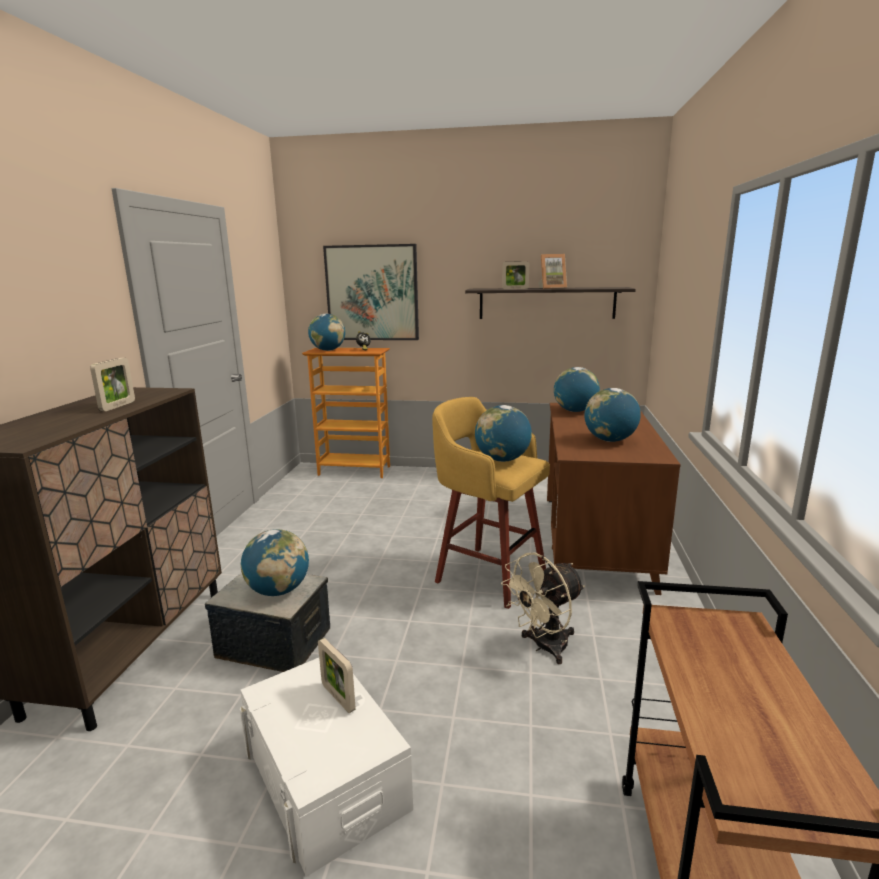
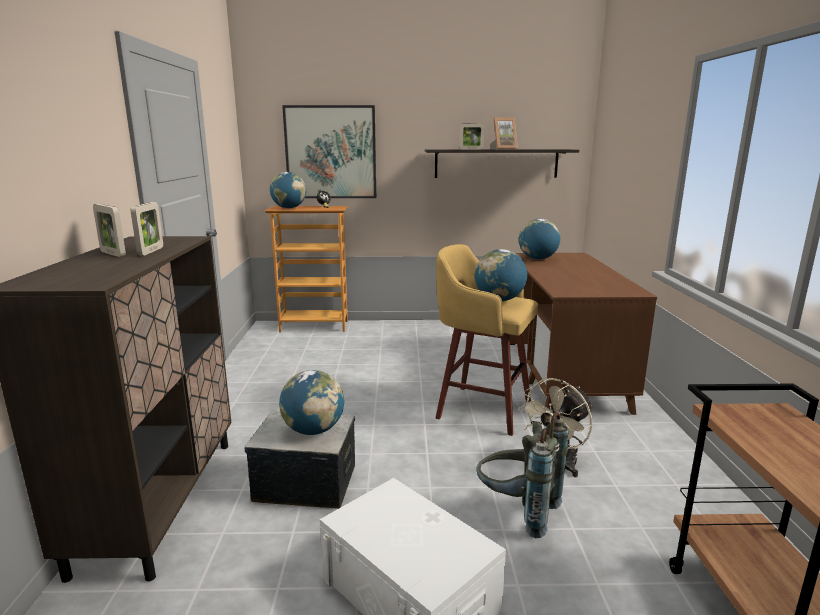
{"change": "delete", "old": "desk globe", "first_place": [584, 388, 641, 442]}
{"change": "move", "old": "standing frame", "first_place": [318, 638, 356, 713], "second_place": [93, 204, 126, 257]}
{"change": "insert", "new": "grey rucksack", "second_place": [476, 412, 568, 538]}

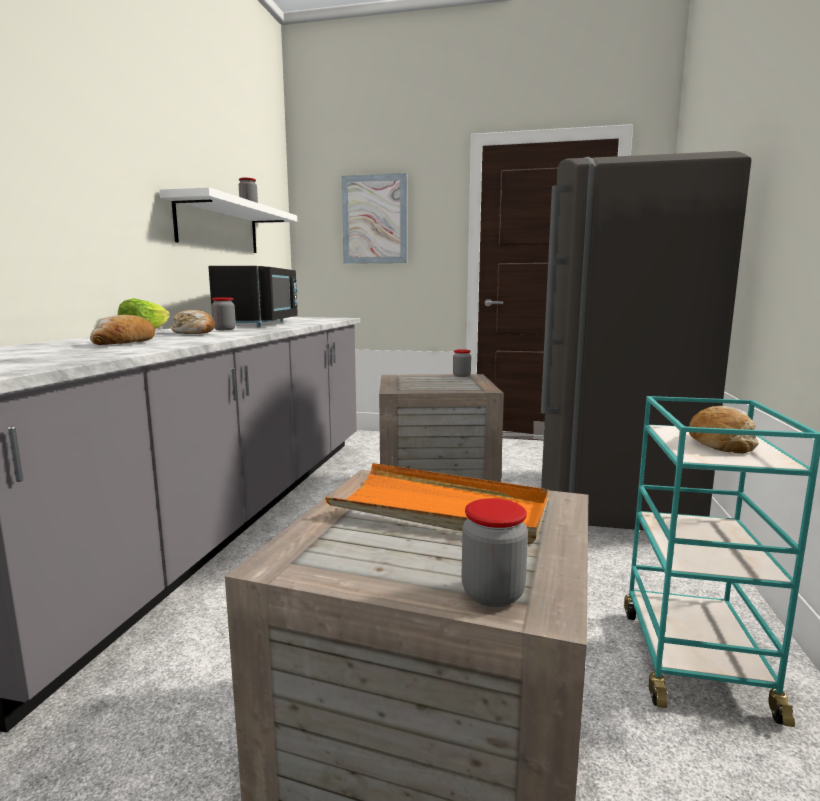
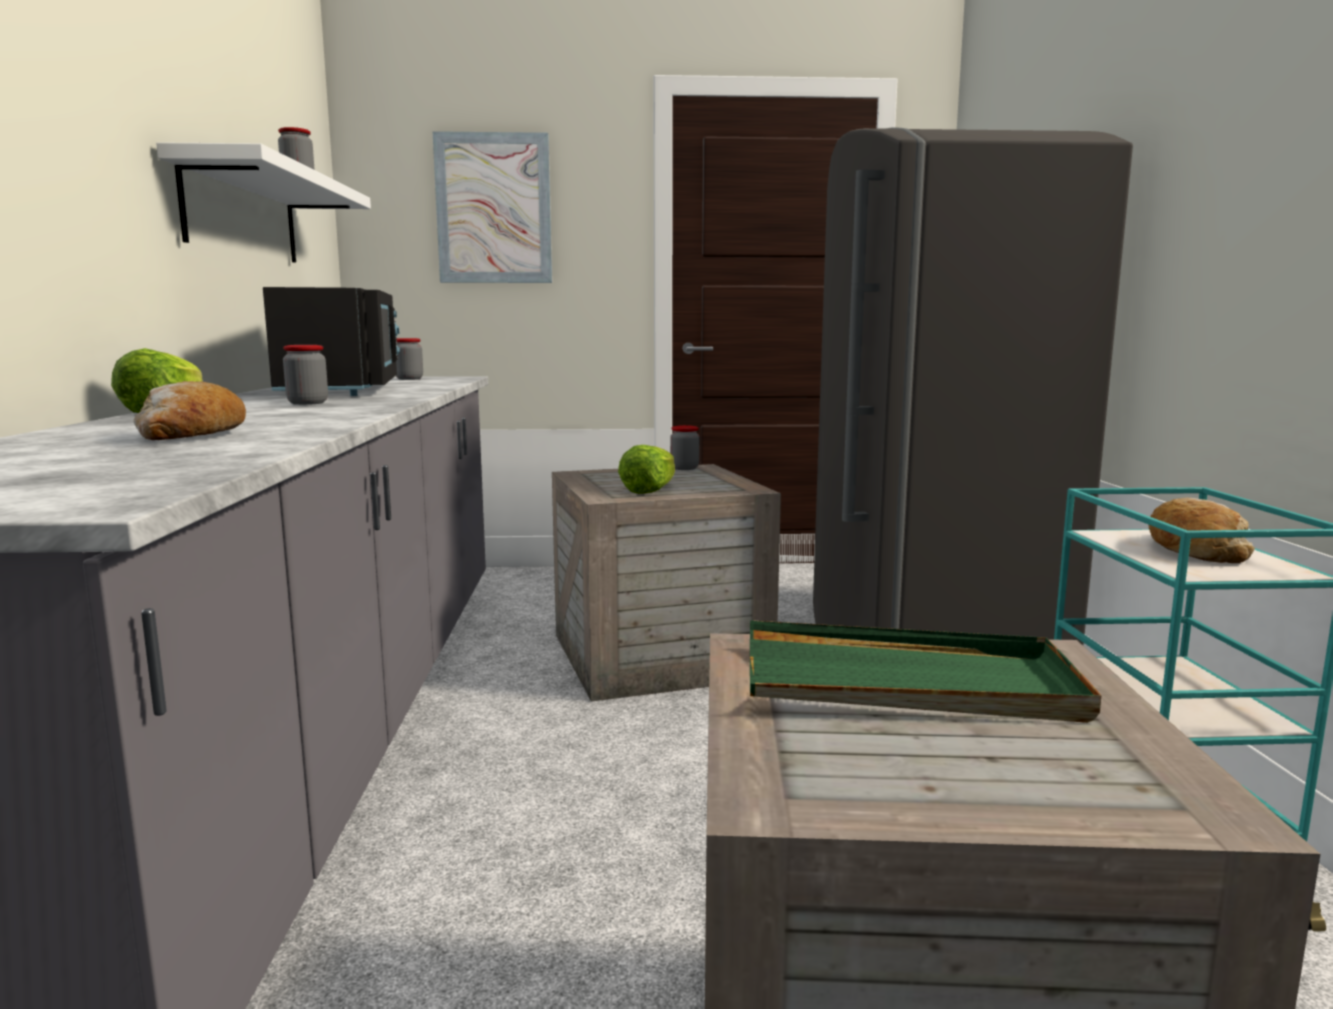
{"change": "delete", "old": "baked bread", "first_place": [171, 310, 215, 334]}
{"change": "recolor", "old": "orange-coloured carrying tray", "new": "green-coloured carrying tray", "first_place": [325, 463, 549, 545], "second_place": [750, 620, 1101, 723]}
{"change": "move", "old": "preserve jar", "first_place": [461, 498, 528, 607], "second_place": [396, 338, 423, 380]}
{"change": "insert", "new": "lettuce", "second_place": [618, 445, 675, 494]}

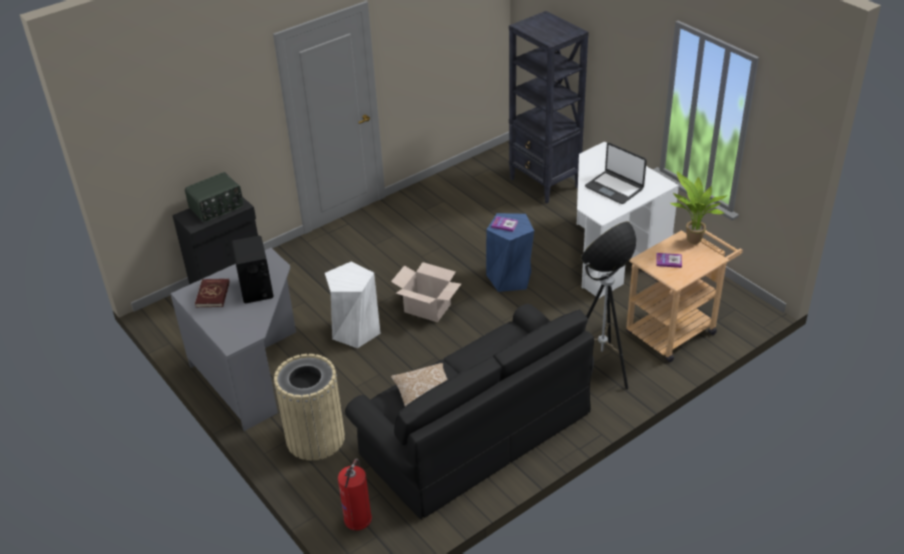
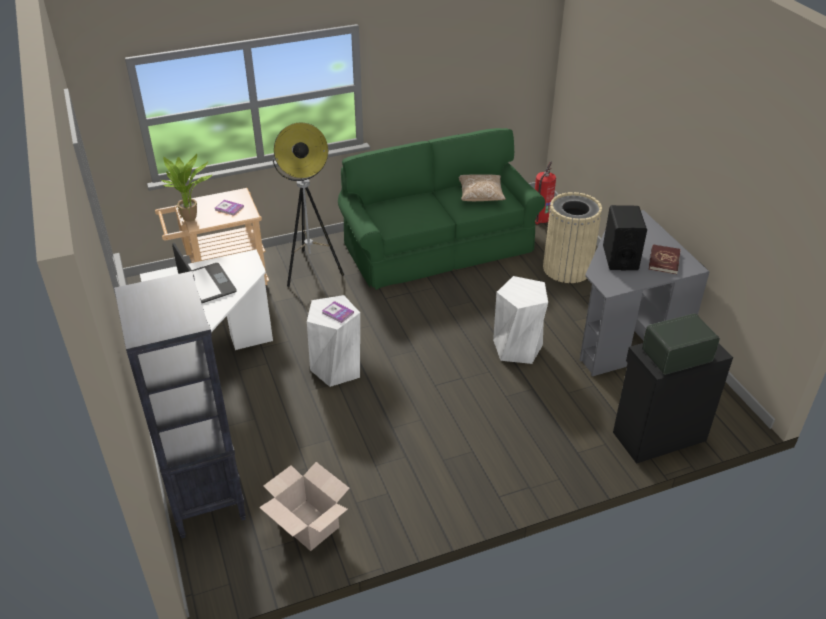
{"change": "recolor", "old": "blue sitting stool", "new": "white-coloured sitting stool", "first_place": [486, 213, 534, 292], "second_place": [307, 295, 360, 387]}
{"change": "move", "old": "packing box", "first_place": [391, 262, 461, 322], "second_place": [259, 462, 350, 551]}
{"change": "recolor", "old": "blackish sofa", "new": "green-coloured sofa", "first_place": [345, 304, 594, 519], "second_place": [338, 128, 545, 290]}

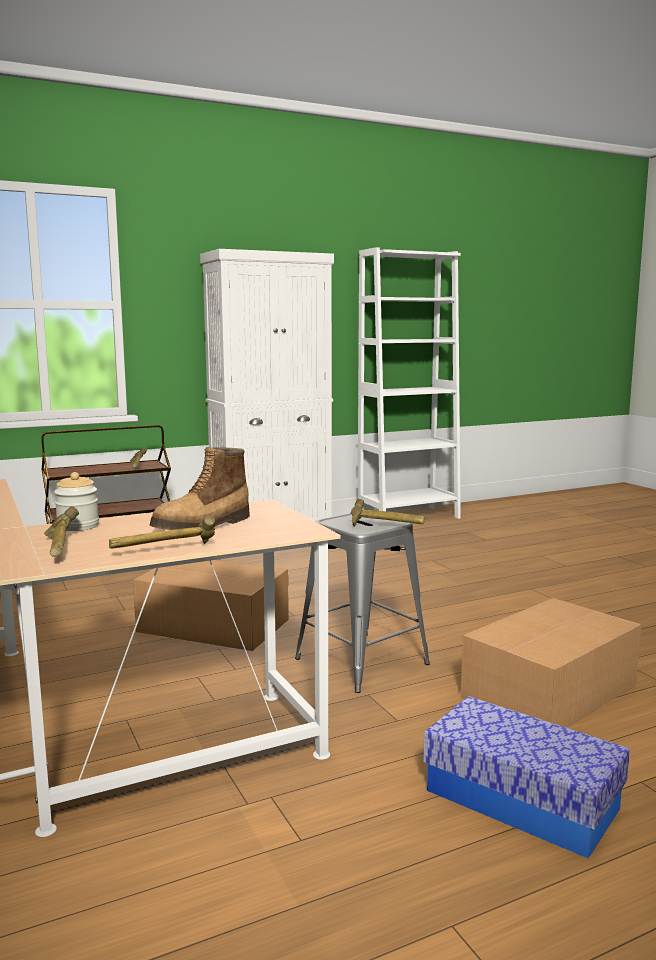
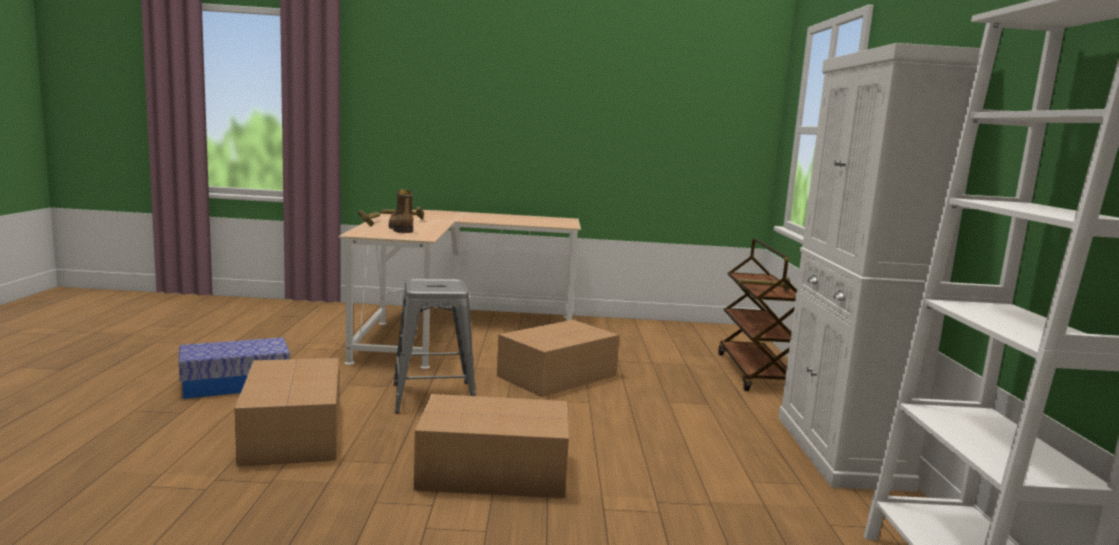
{"change": "delete", "old": "preserve jar", "first_place": [54, 472, 99, 531]}
{"change": "delete", "old": "hand hammer", "first_place": [350, 499, 425, 527]}
{"change": "insert", "new": "packing box", "second_place": [414, 394, 569, 498]}

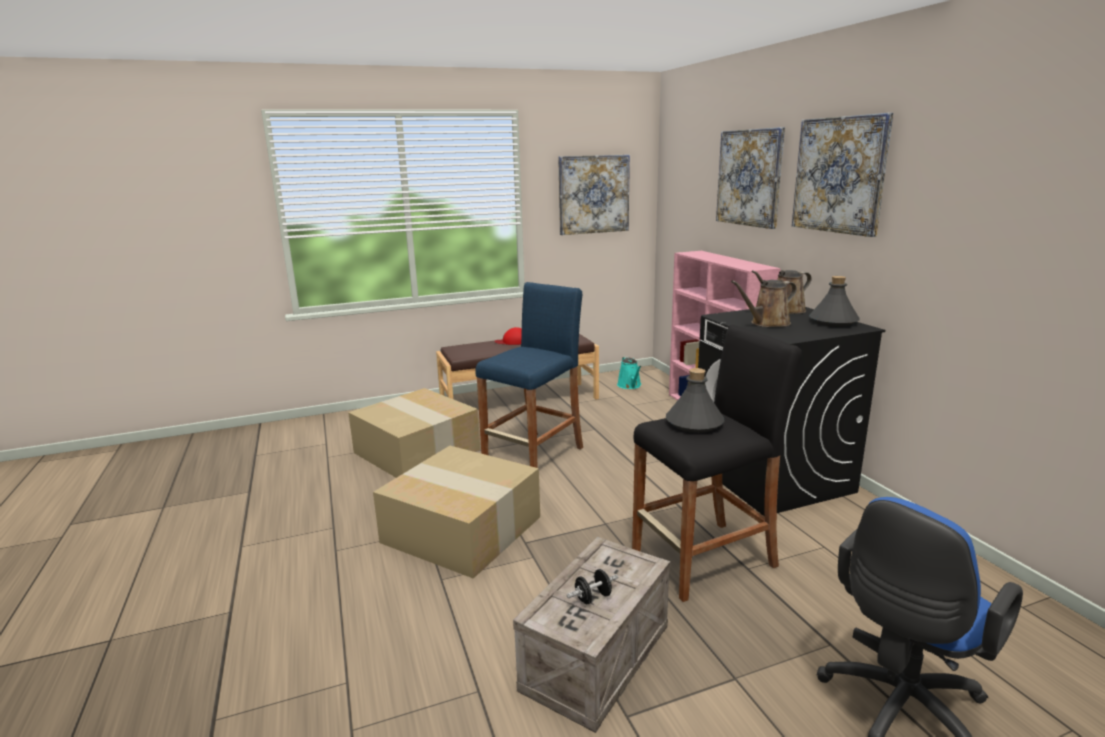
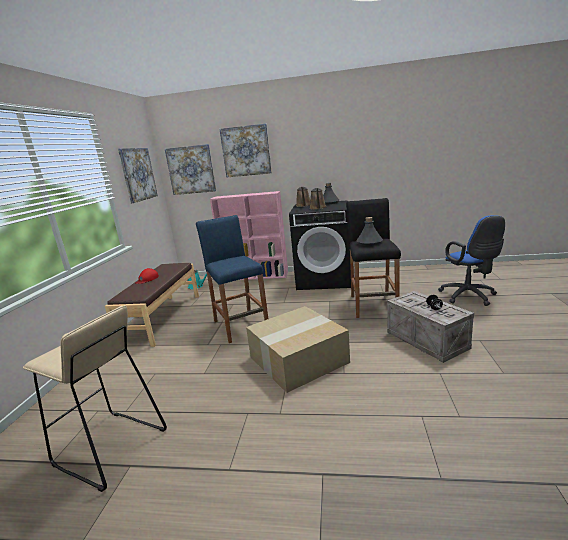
{"change": "move", "old": "wall art", "first_place": [792, 113, 894, 237], "second_place": [165, 144, 216, 195]}
{"change": "delete", "old": "packing box", "first_place": [348, 388, 480, 478]}
{"change": "insert", "new": "beige sitting stool", "second_place": [23, 305, 167, 492]}

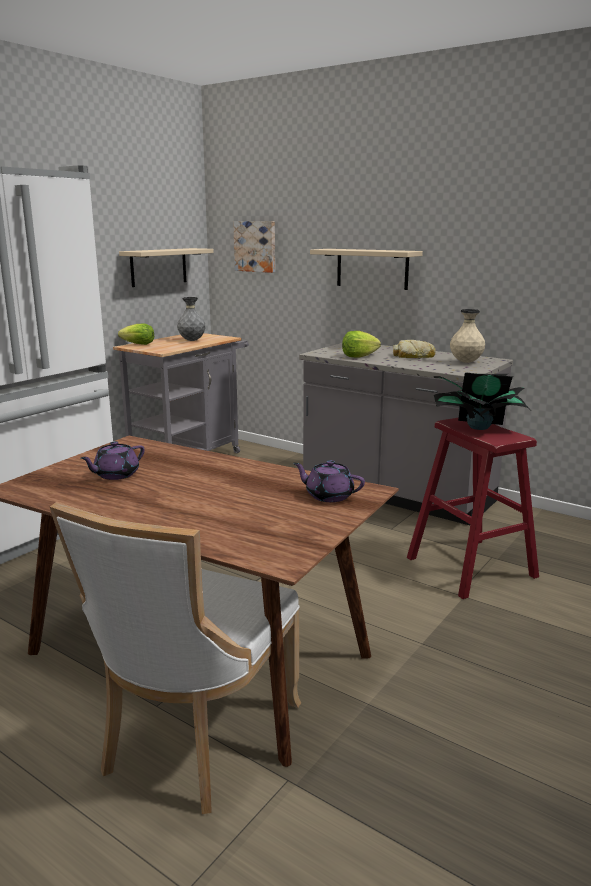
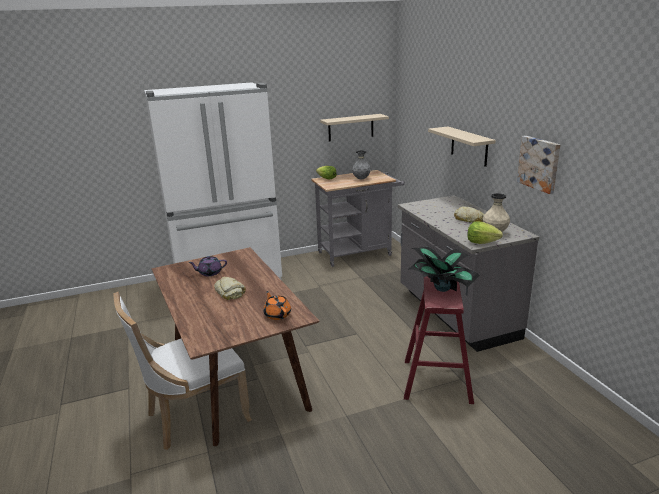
{"change": "move", "old": "wall art", "first_place": [233, 221, 275, 273], "second_place": [517, 136, 561, 194]}
{"change": "move", "old": "lettuce", "first_place": [342, 331, 381, 358], "second_place": [467, 221, 503, 244]}
{"change": "recolor", "old": "purple-coloured tea pot", "new": "orange-coloured tea pot", "first_place": [293, 460, 365, 502], "second_place": [263, 291, 291, 320]}
{"change": "insert", "new": "baked bread", "second_place": [214, 277, 246, 300]}

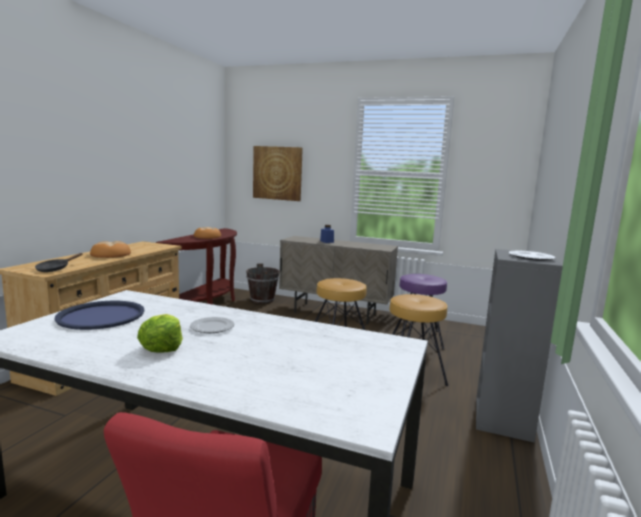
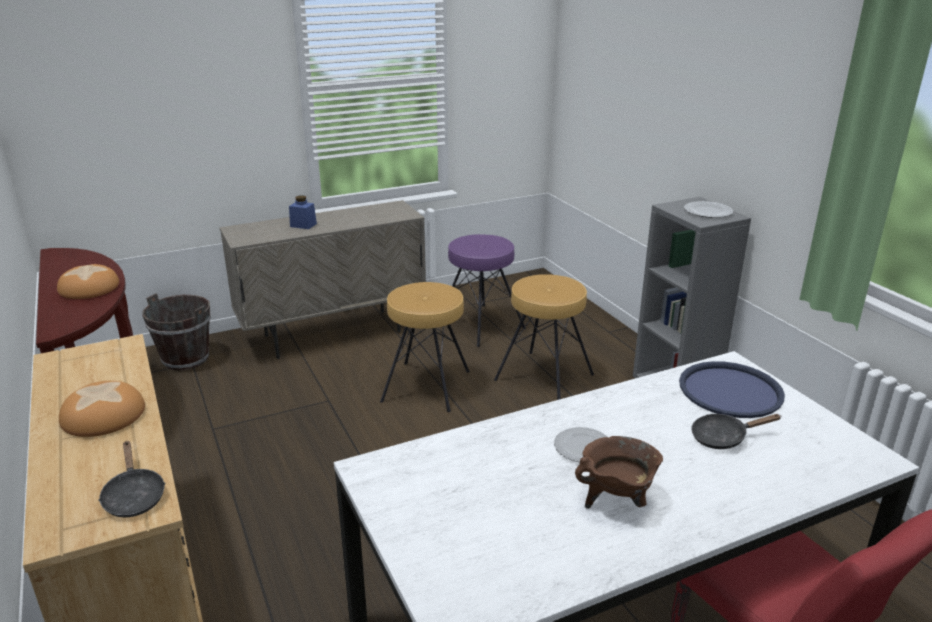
{"change": "delete", "old": "wall art", "first_place": [253, 146, 303, 201]}
{"change": "move", "old": "blue carrying tray", "first_place": [55, 301, 145, 330], "second_place": [679, 361, 785, 418]}
{"change": "replace", "old": "lettuce", "new": "brown saucepot", "first_place": [137, 314, 183, 353], "second_place": [575, 436, 663, 509]}
{"change": "insert", "new": "blackish pan", "second_place": [691, 414, 780, 449]}

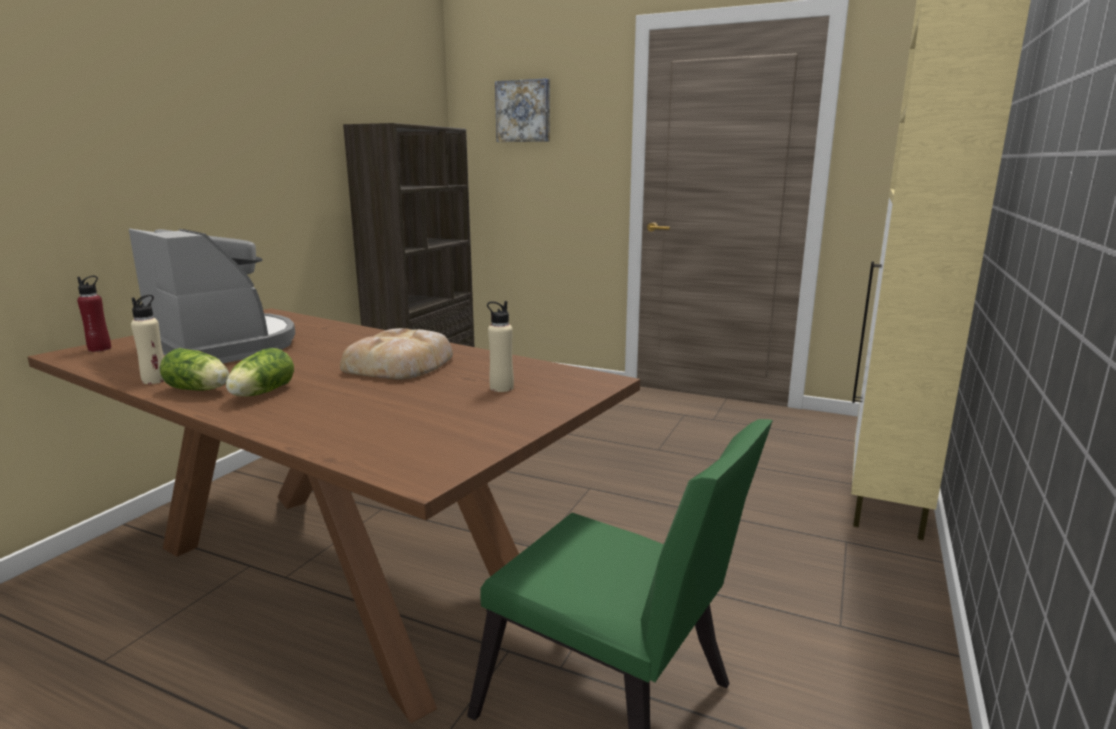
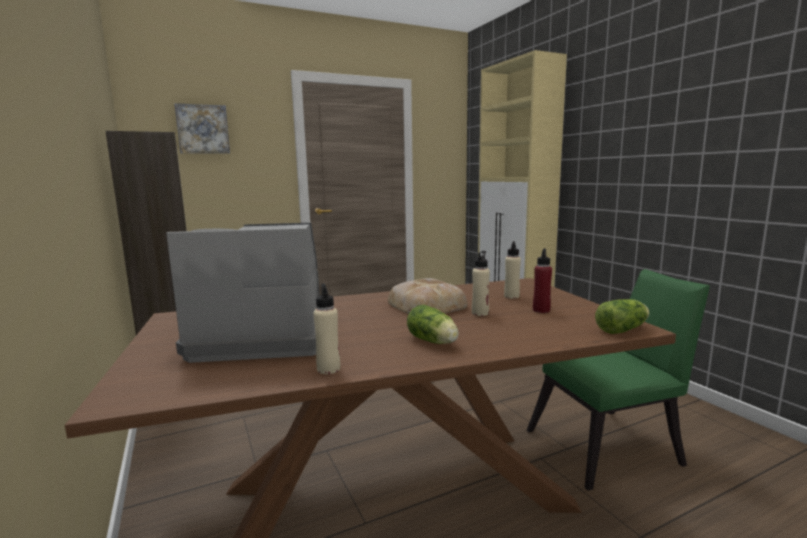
{"change": "move", "old": "red-coloured bottle", "first_place": [77, 276, 111, 352], "second_place": [533, 248, 552, 313]}
{"change": "move", "old": "lettuce", "first_place": [160, 348, 229, 391], "second_place": [595, 299, 649, 334]}
{"change": "insert", "new": "beige bottle", "second_place": [472, 251, 490, 316]}

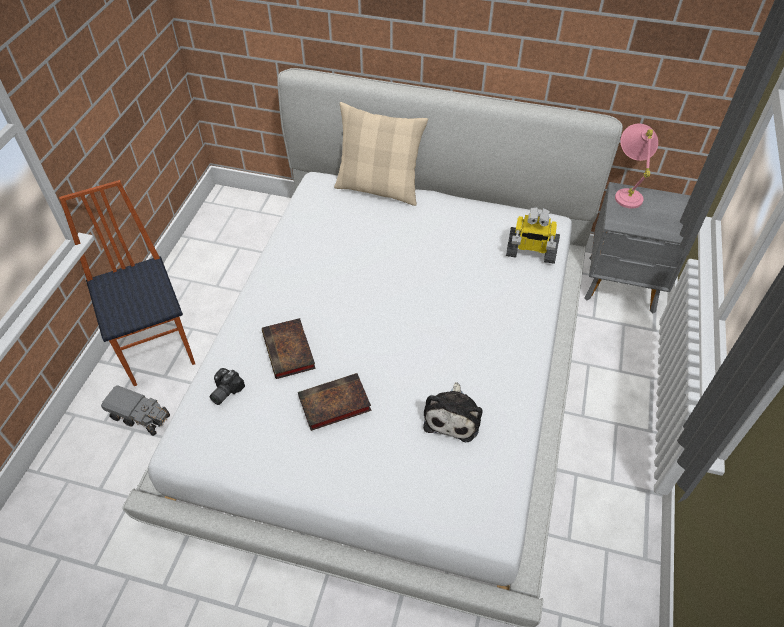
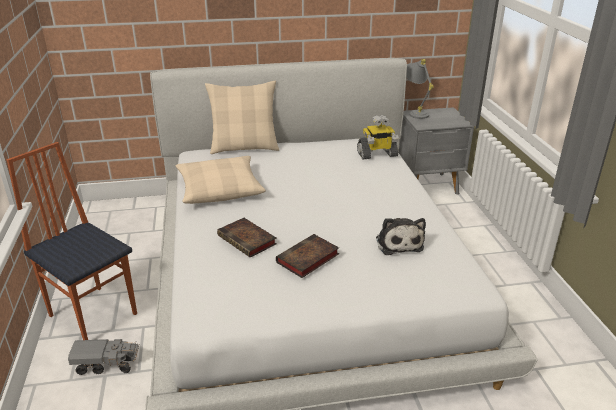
{"change": "recolor", "old": "pinkish table lamp", "new": "grey table lamp", "first_place": [615, 124, 658, 208], "second_place": [406, 59, 434, 119]}
{"change": "delete", "old": "photo camera", "first_place": [210, 368, 245, 405]}
{"change": "insert", "new": "beige throw pillow", "second_place": [176, 156, 266, 204]}

